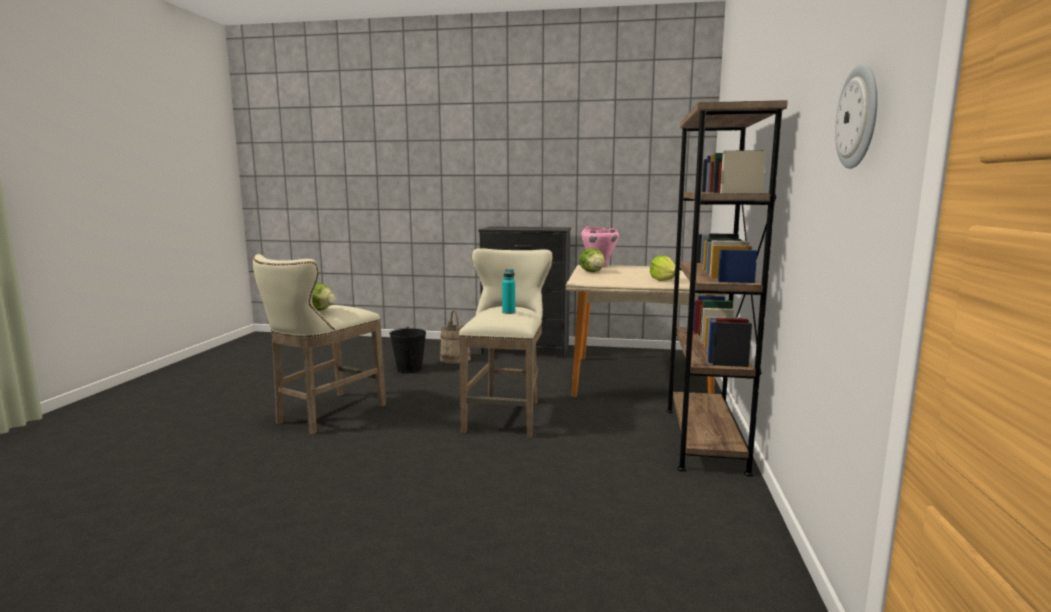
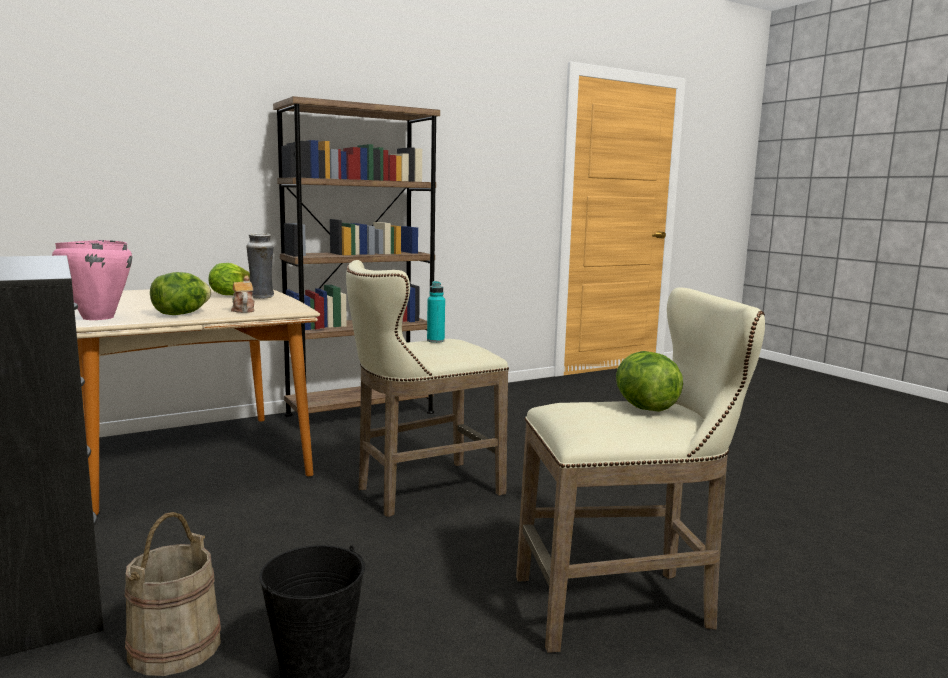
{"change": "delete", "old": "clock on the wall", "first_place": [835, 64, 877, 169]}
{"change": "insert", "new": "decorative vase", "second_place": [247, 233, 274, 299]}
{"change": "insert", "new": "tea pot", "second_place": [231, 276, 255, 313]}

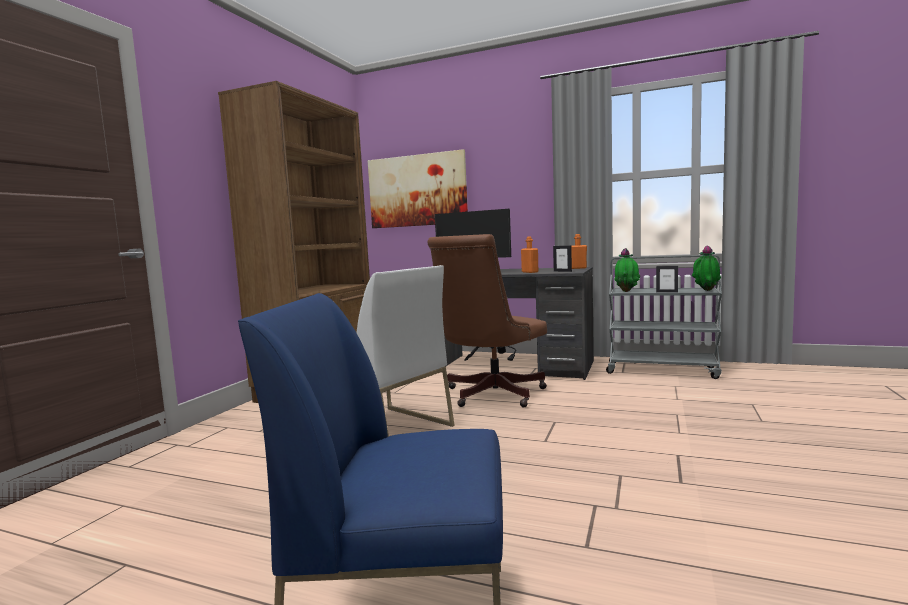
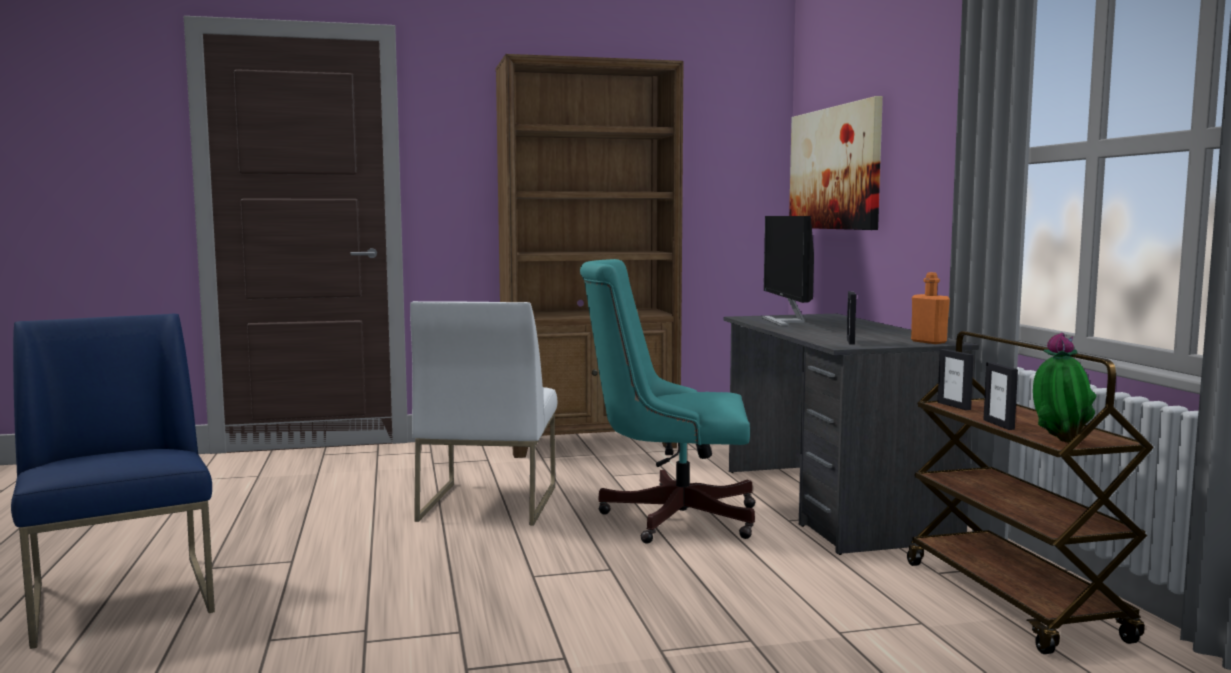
{"change": "recolor", "old": "brown computer chair", "new": "turquoise computer chair", "first_place": [427, 234, 547, 407], "second_place": [580, 259, 755, 544]}
{"change": "delete", "old": "orange-coloured bottle", "first_place": [521, 236, 538, 273]}
{"change": "replace", "old": "plant in a pot", "new": "standing frame", "first_place": [614, 248, 640, 292], "second_place": [938, 349, 974, 410]}
{"change": "recolor", "old": "grey trolley", "new": "brown trolley", "first_place": [606, 255, 722, 379], "second_place": [907, 331, 1154, 654]}

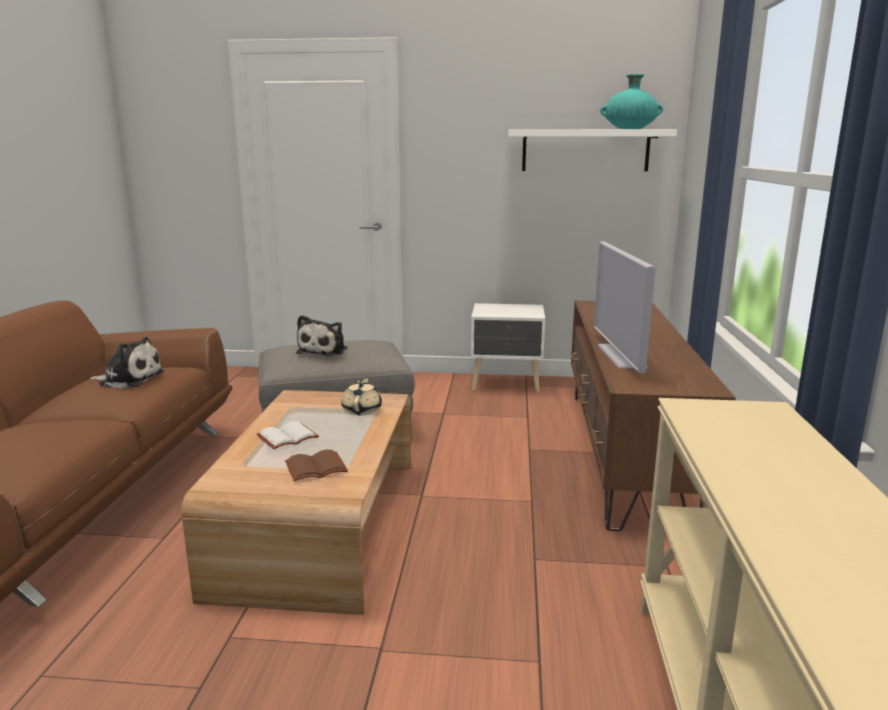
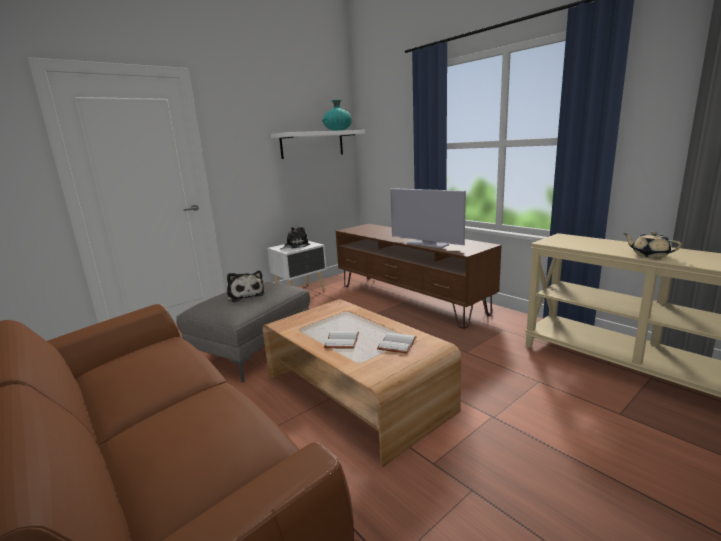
{"change": "move", "old": "soft toy", "first_place": [89, 337, 164, 389], "second_place": [281, 227, 310, 249]}
{"change": "move", "old": "beige tea pot", "first_place": [341, 376, 382, 415], "second_place": [623, 231, 682, 258]}
{"change": "recolor", "old": "brown book", "new": "white-coloured book", "first_place": [285, 450, 348, 481], "second_place": [377, 332, 417, 353]}

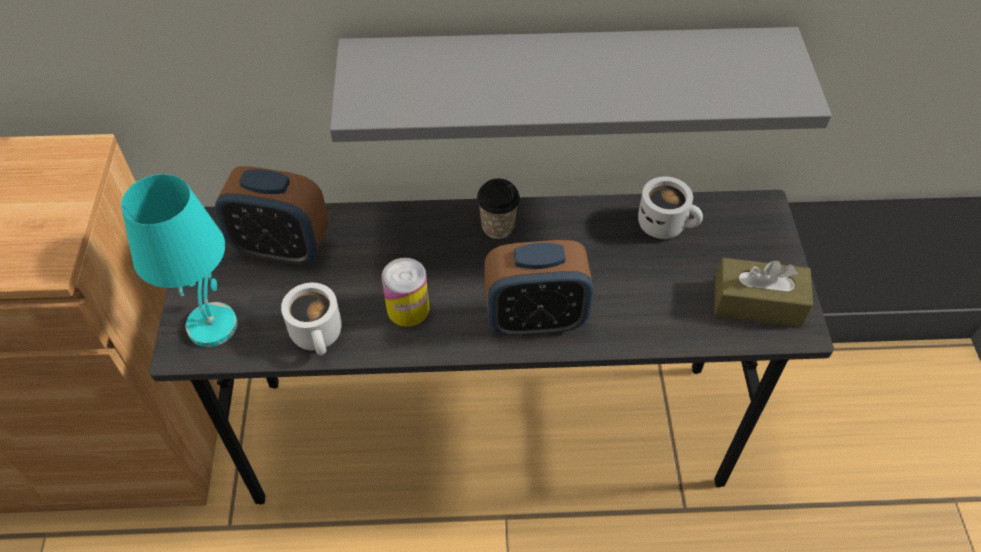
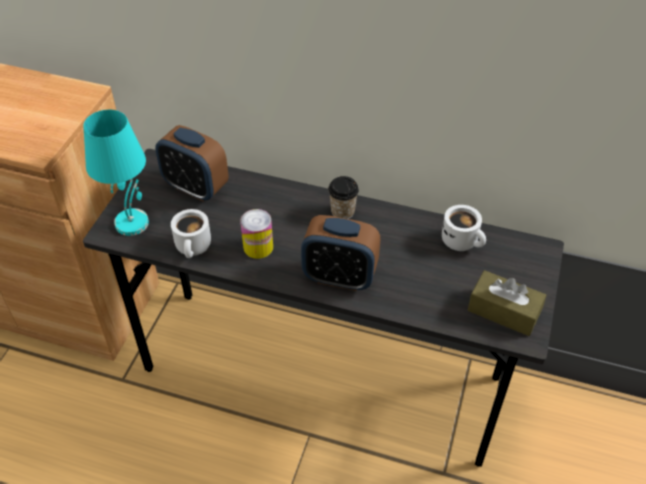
{"change": "delete", "old": "grey shelf", "first_place": [330, 27, 832, 142]}

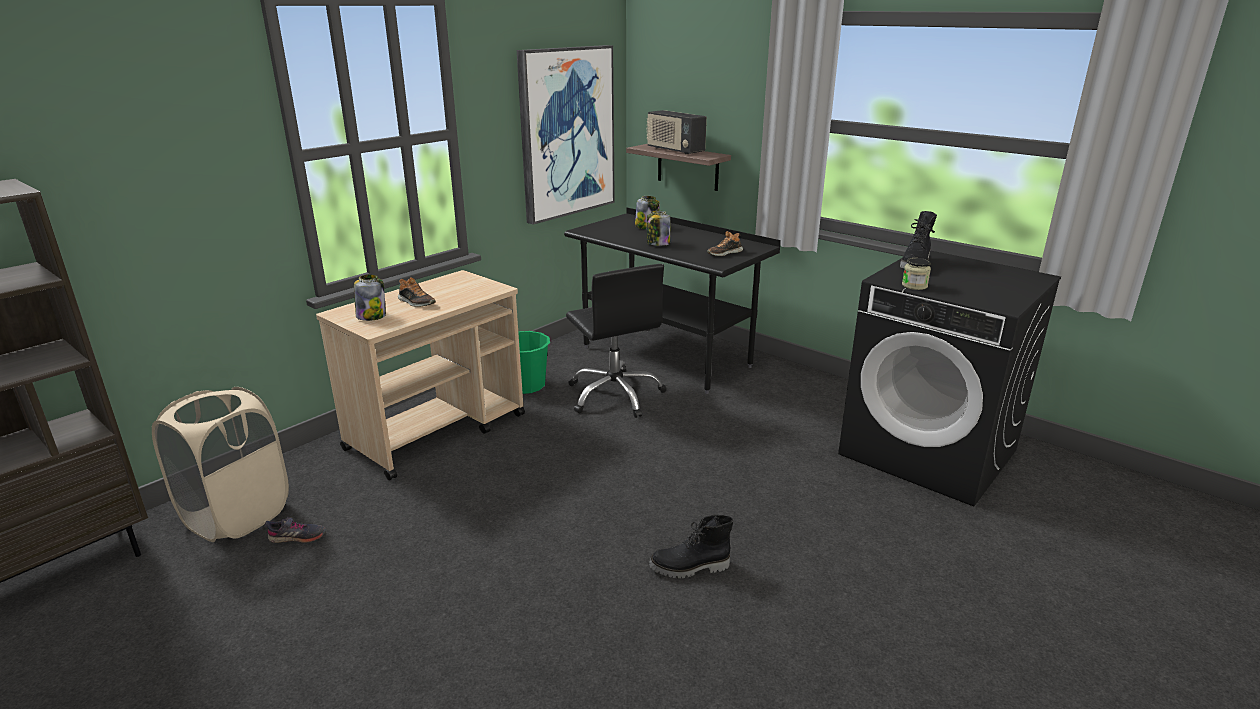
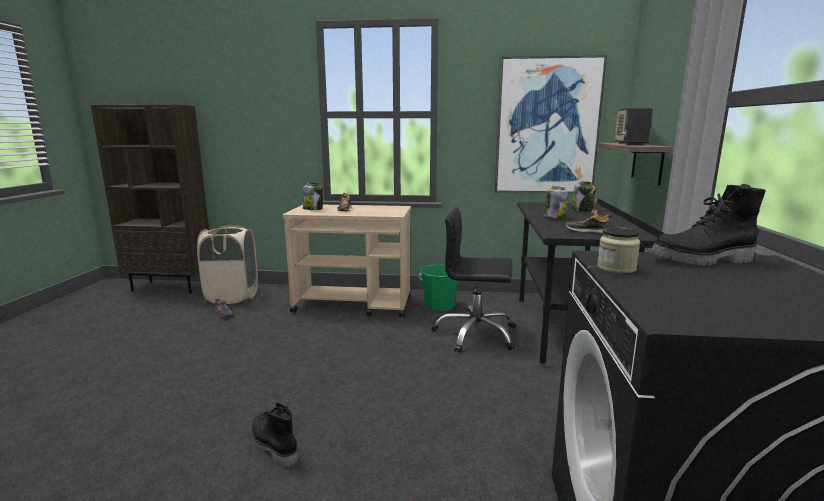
{"change": "rotate", "old": "blackish computer chair", "first_place": [566, 264, 666, 418], "second_place": [431, 207, 516, 353], "degrees": 75}

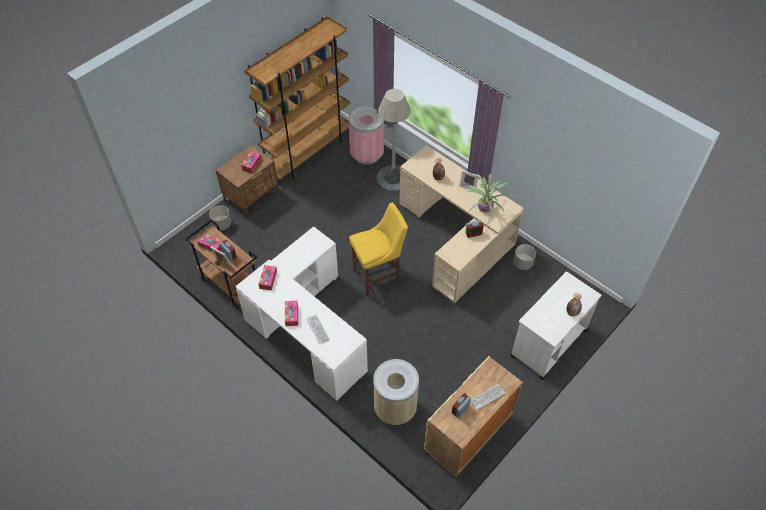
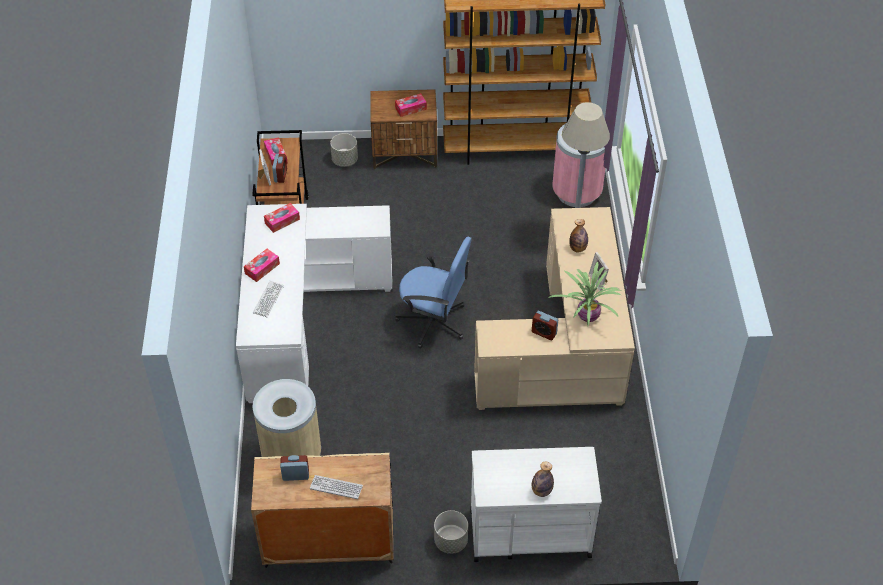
{"change": "replace", "old": "yellow sitting stool", "new": "blue computer chair", "first_place": [349, 203, 408, 296], "second_place": [395, 237, 472, 349]}
{"change": "move", "old": "grey plant pot", "first_place": [513, 244, 536, 270], "second_place": [434, 510, 468, 554]}

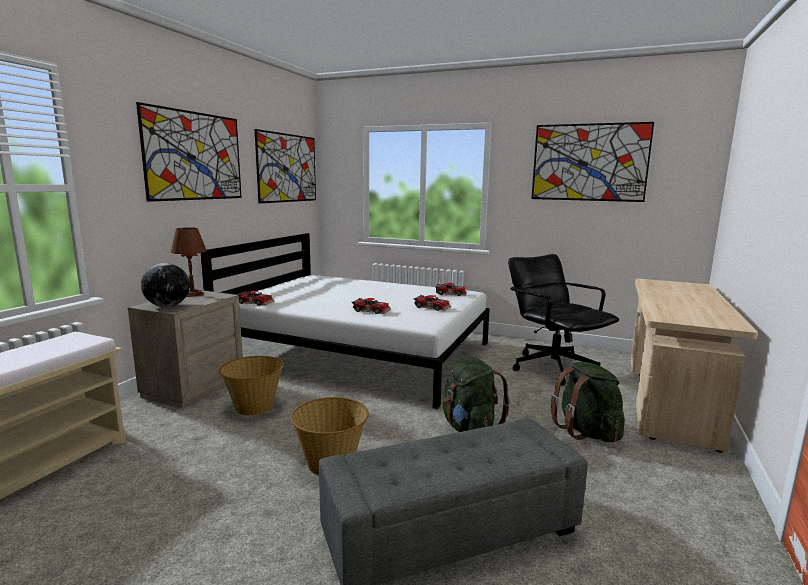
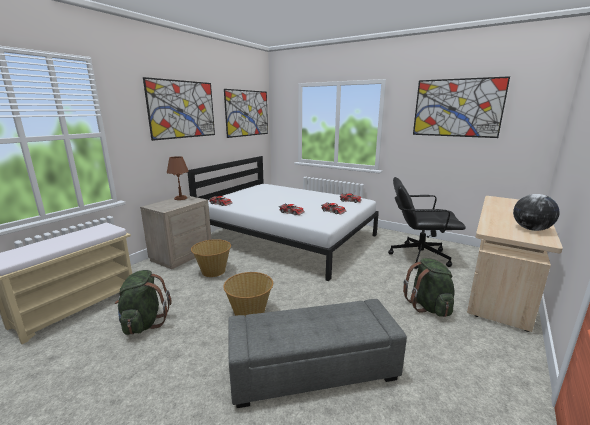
{"change": "rotate", "old": "blackish computer chair", "first_place": [508, 254, 619, 386], "second_place": [388, 177, 466, 269], "degrees": -60}
{"change": "move", "old": "desk globe", "first_place": [141, 263, 190, 307], "second_place": [513, 194, 560, 231]}
{"change": "move", "old": "green-coloured rucksack", "first_place": [442, 358, 510, 432], "second_place": [115, 270, 172, 335]}

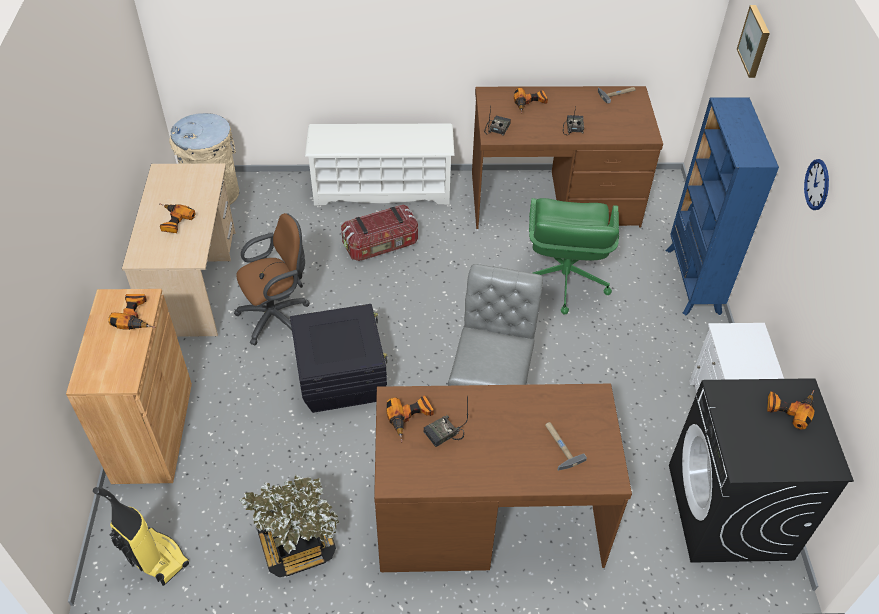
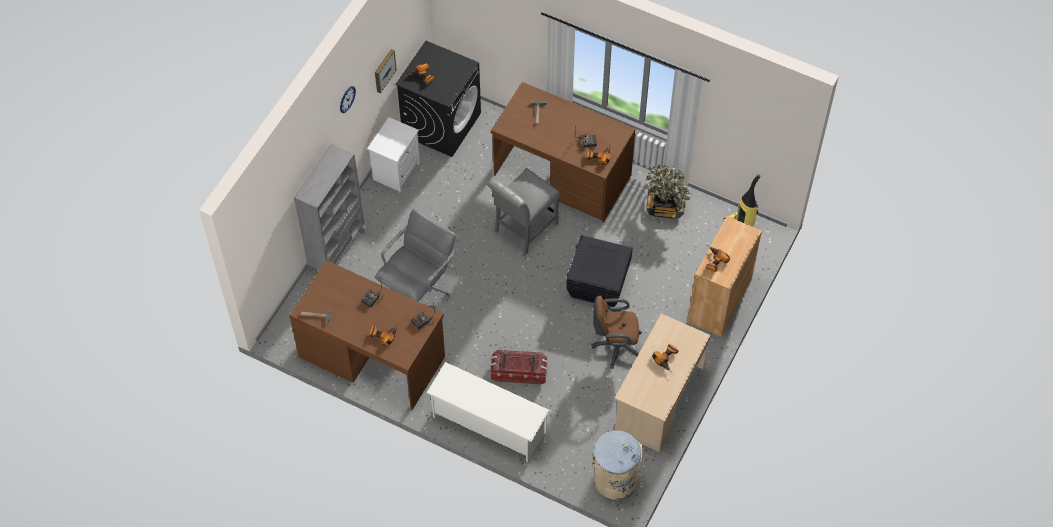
{"change": "move", "old": "wall art", "first_place": [737, 5, 770, 78], "second_place": [375, 49, 397, 93]}
{"change": "recolor", "old": "blue bookcase", "new": "grey bookcase", "first_place": [666, 97, 779, 315], "second_place": [294, 144, 365, 271]}
{"change": "recolor", "old": "green-coloured computer chair", "new": "grey computer chair", "first_place": [529, 198, 619, 314], "second_place": [375, 209, 456, 302]}

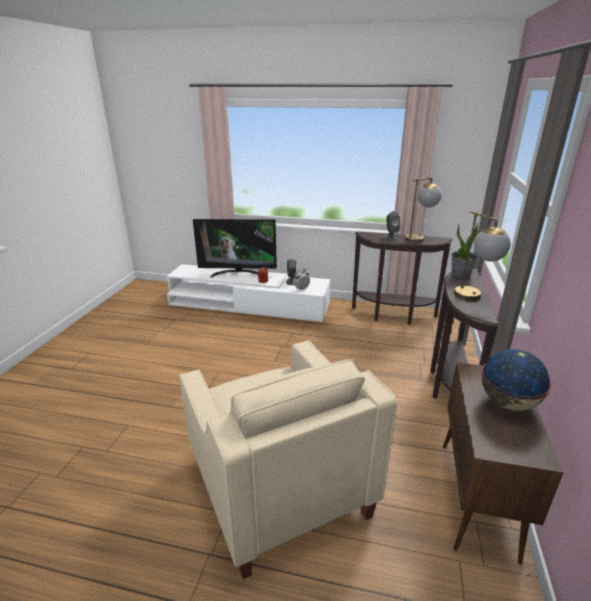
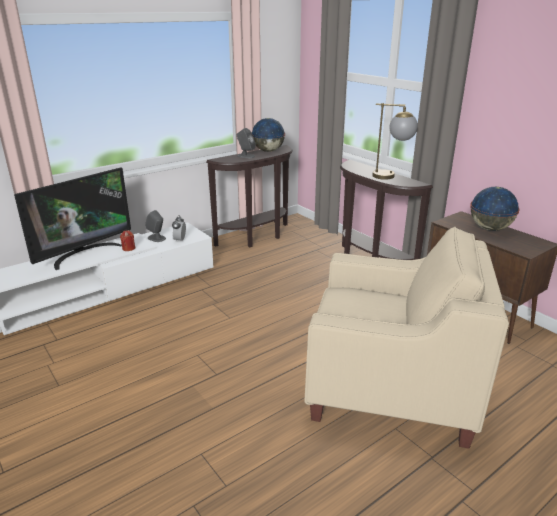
{"change": "replace", "old": "table lamp", "new": "desk globe", "first_place": [405, 177, 442, 243], "second_place": [252, 118, 285, 152]}
{"change": "delete", "old": "plant in a pot", "first_place": [451, 223, 478, 279]}

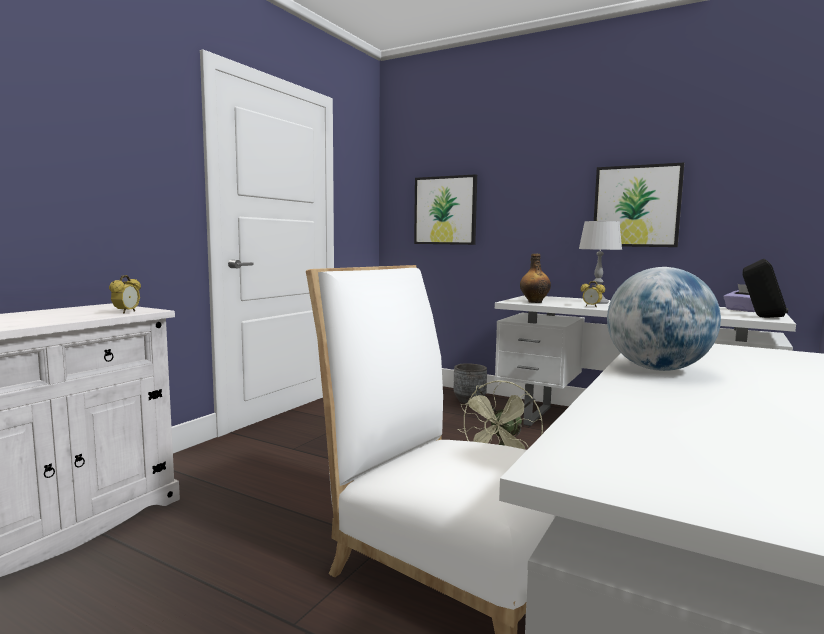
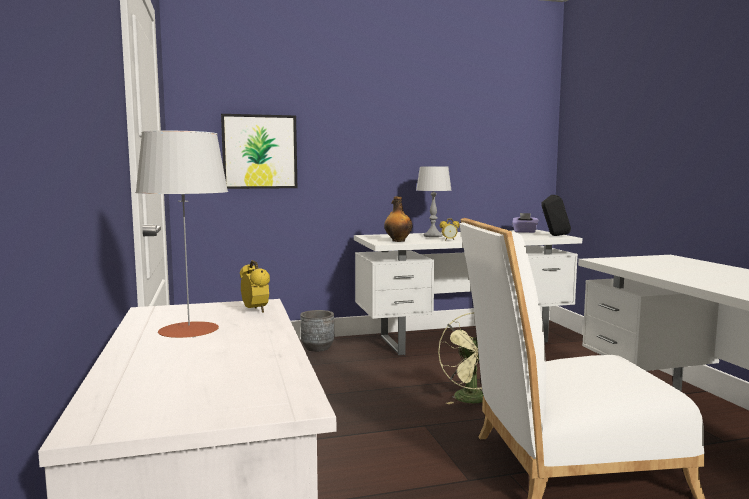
{"change": "delete", "old": "wall art", "first_place": [594, 162, 684, 247]}
{"change": "delete", "old": "desk globe", "first_place": [607, 267, 721, 371]}
{"change": "insert", "new": "grey table lamp", "second_place": [135, 131, 228, 338]}

